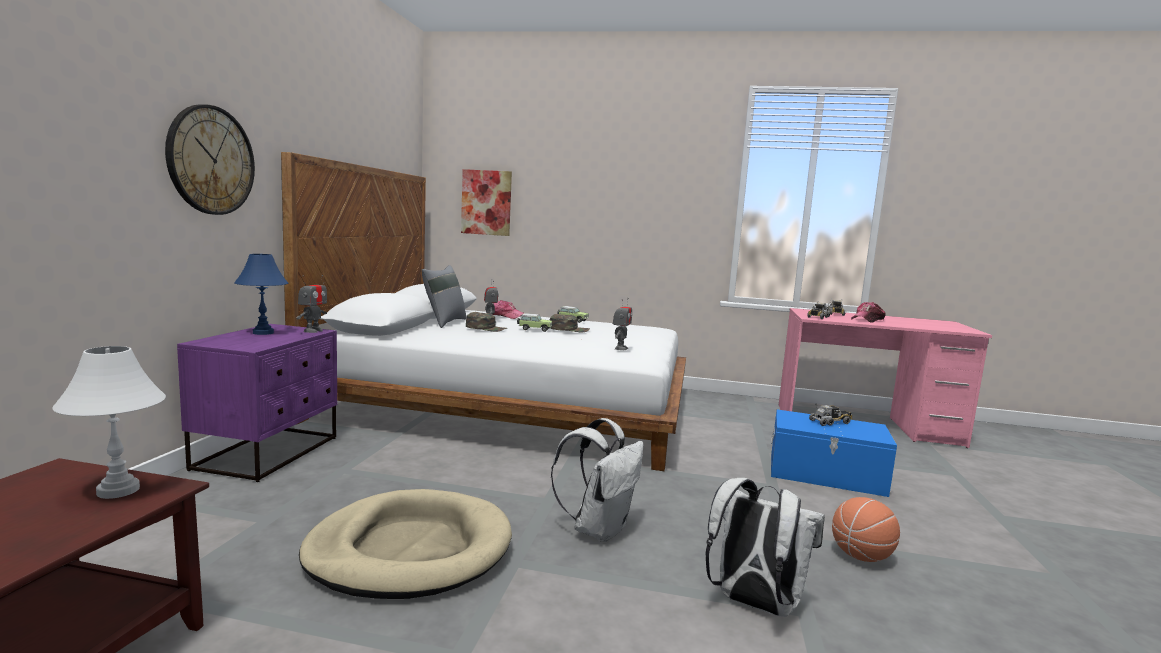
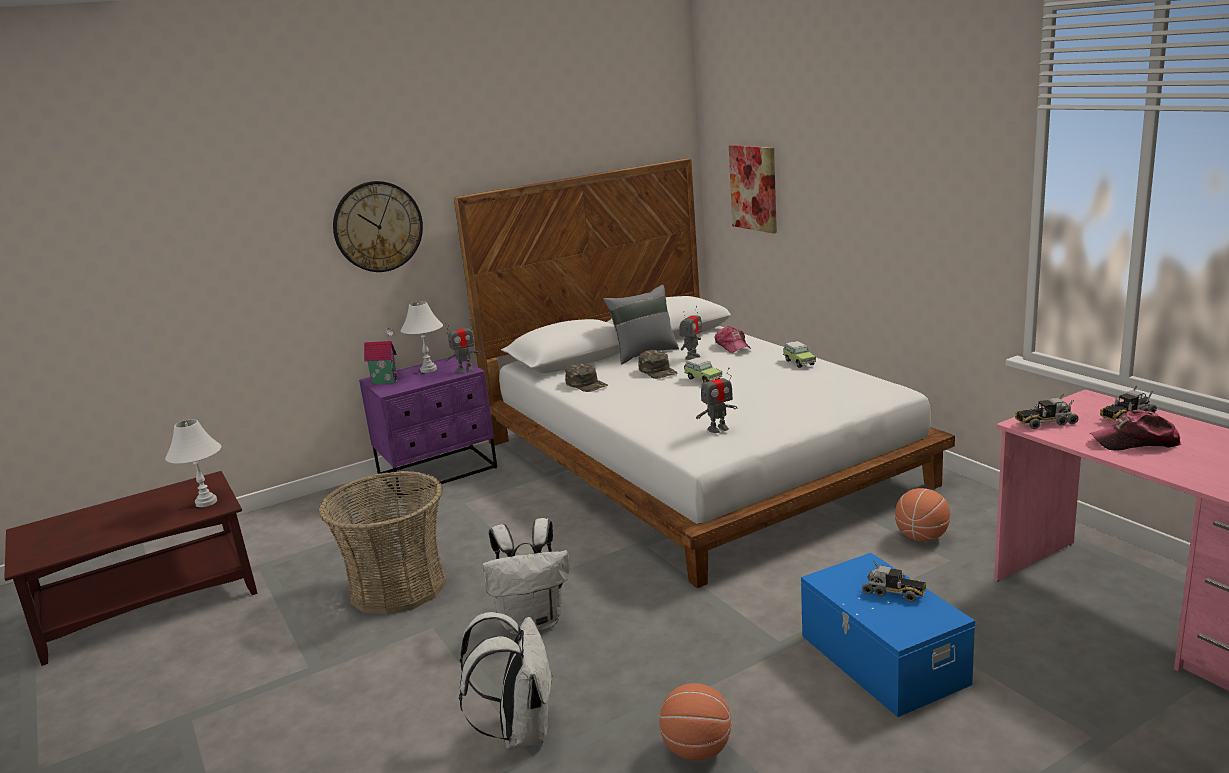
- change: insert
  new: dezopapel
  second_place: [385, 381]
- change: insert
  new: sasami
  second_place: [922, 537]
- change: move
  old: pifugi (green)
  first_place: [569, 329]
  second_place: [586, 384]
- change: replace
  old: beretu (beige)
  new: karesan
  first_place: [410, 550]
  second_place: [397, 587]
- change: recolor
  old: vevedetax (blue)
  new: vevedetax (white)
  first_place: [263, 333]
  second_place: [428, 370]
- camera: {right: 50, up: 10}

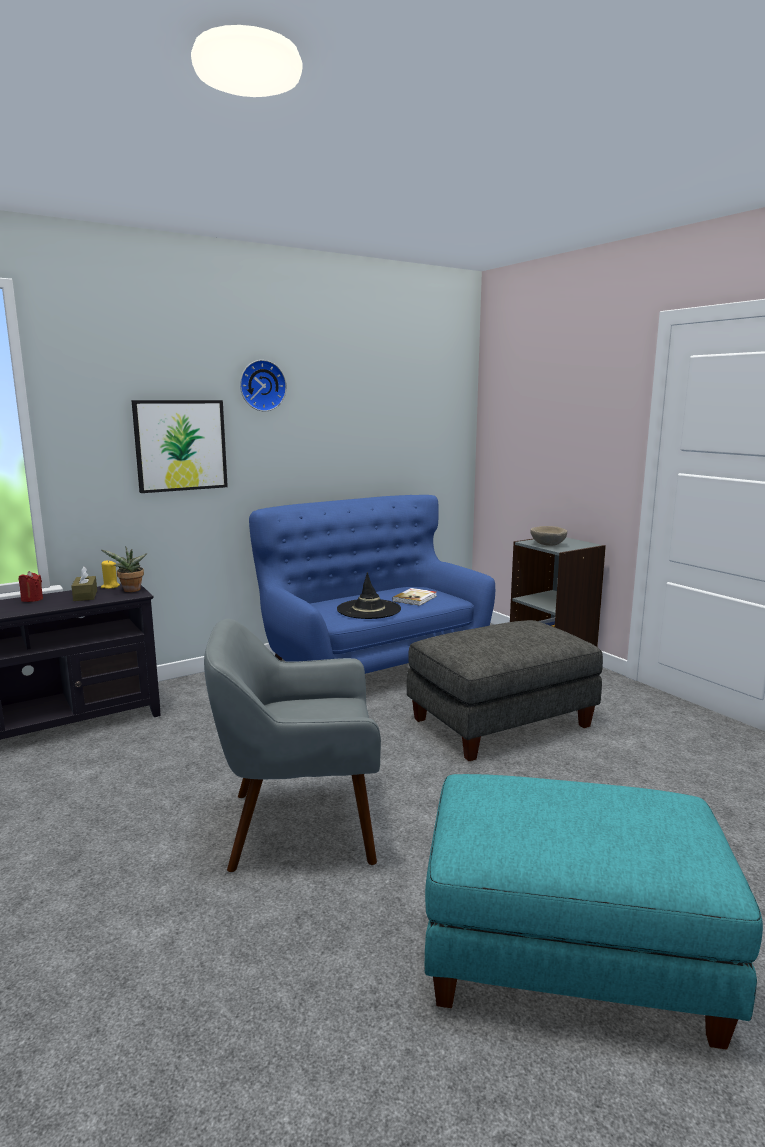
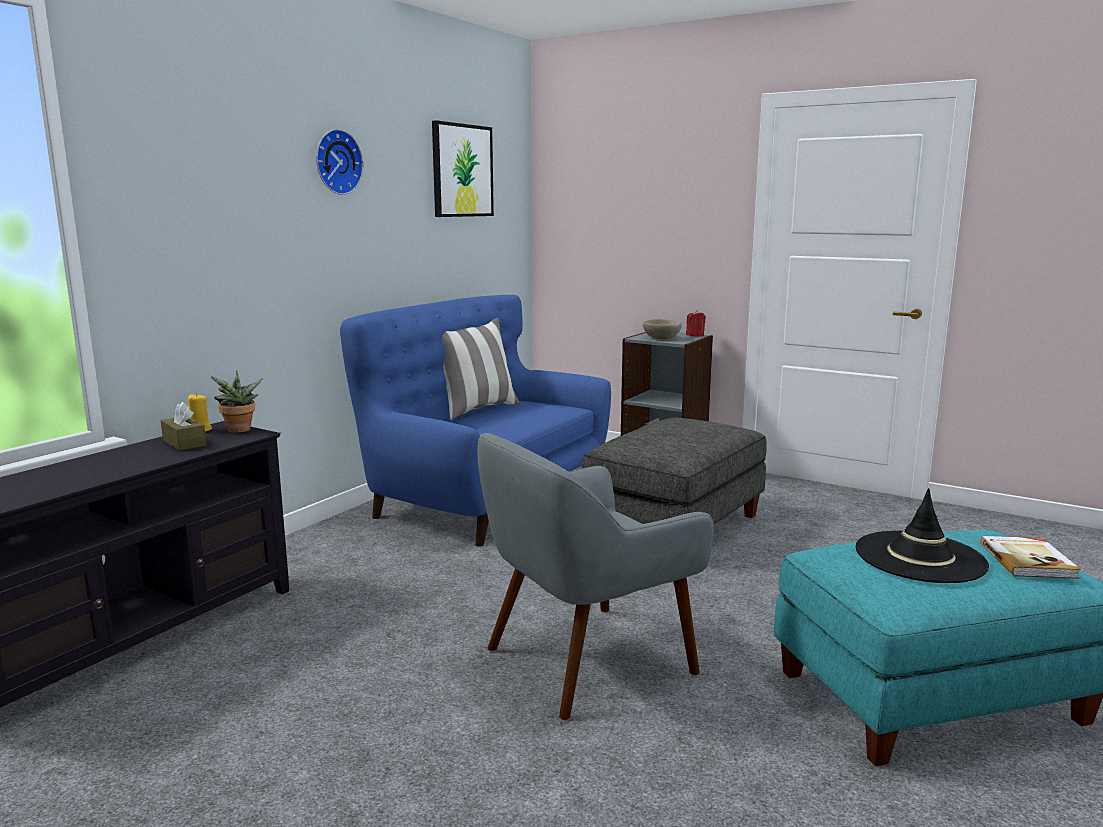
- change: insert
  new: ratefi
  second_place: [476, 409]
- change: move
  old: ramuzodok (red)
  first_place: [32, 599]
  second_place: [695, 335]
- change: move
  old: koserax
  first_place: [180, 445]
  second_place: [462, 171]
- change: move
  old: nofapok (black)
  first_place: [369, 609]
  second_place: [920, 557]
- change: move
  old: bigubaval
  first_place: [415, 598]
  second_place: [1028, 560]
- camera: {right: -25, up: 0}

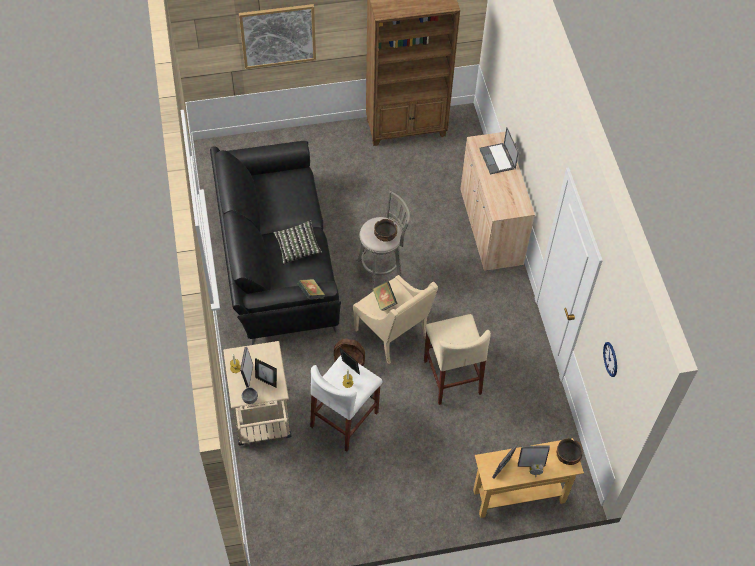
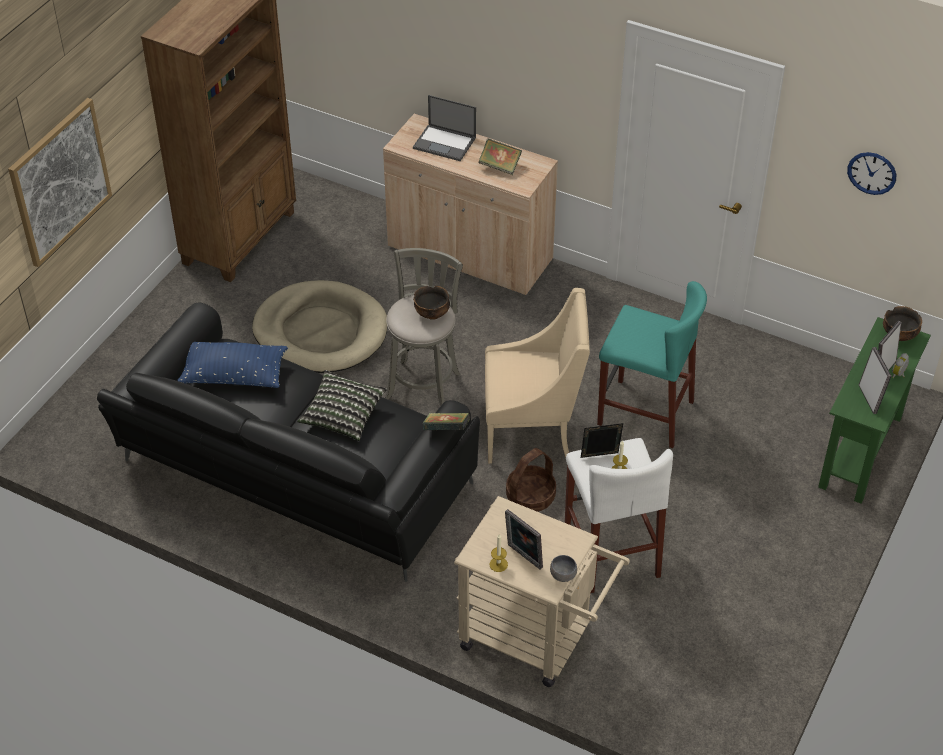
- change: delete
  old: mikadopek
  first_place: [266, 381]
- change: insert
  new: ratefi (blue)
  second_place: [234, 375]
- change: insert
  new: beretu (beige)
  second_place: [320, 332]
- change: move
  old: bigubaval
  first_place: [384, 300]
  second_place: [500, 166]
- change: recolor
  old: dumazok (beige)
  new: dumazok (turquoise)
  first_place: [452, 377]
  second_place: [645, 413]
- change: recolor
  old: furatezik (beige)
  new: furatezik (green)
  first_place: [519, 496]
  second_place: [860, 451]
- camera: {right: -50, up: -10}

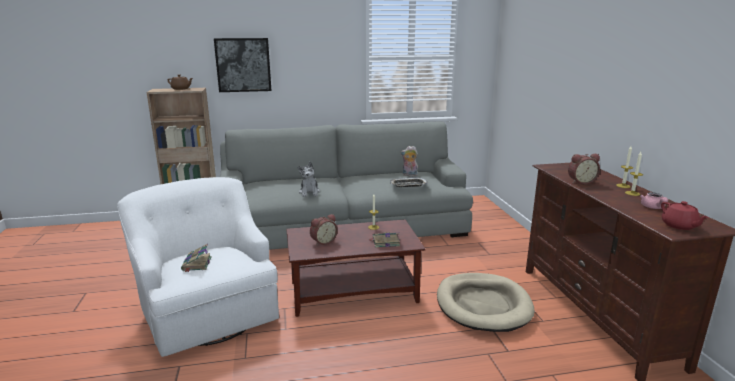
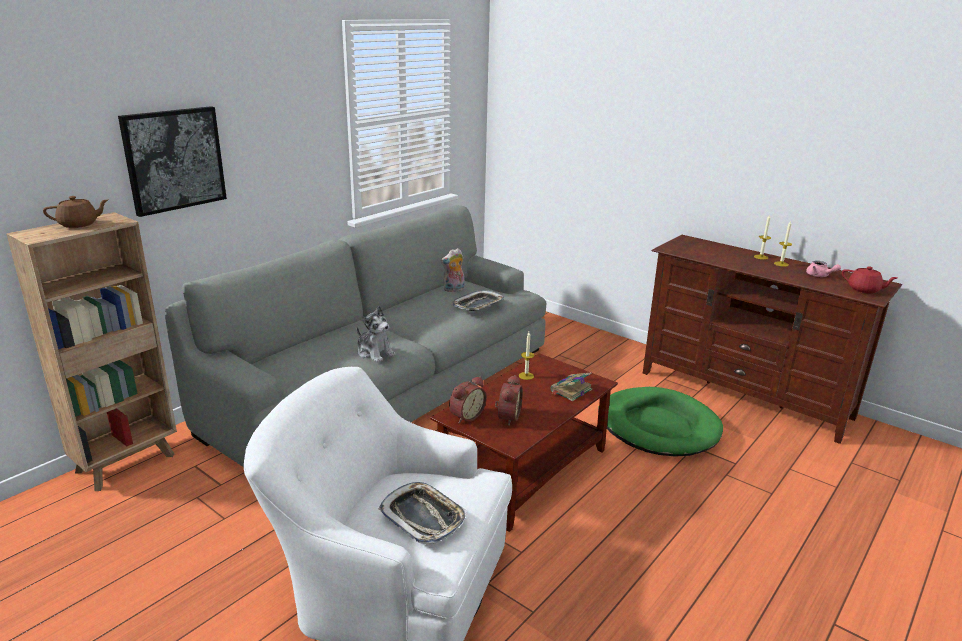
- change: move
  old: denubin
  first_place: [580, 181]
  second_place: [466, 416]
- change: replace
  old: bigubaval
  new: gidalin
  first_place: [196, 264]
  second_place: [423, 517]
- change: recolor
  old: beretu (beige)
  new: beretu (green)
  first_place: [483, 305]
  second_place: [658, 426]
- camera: {right: -40, up: 5}

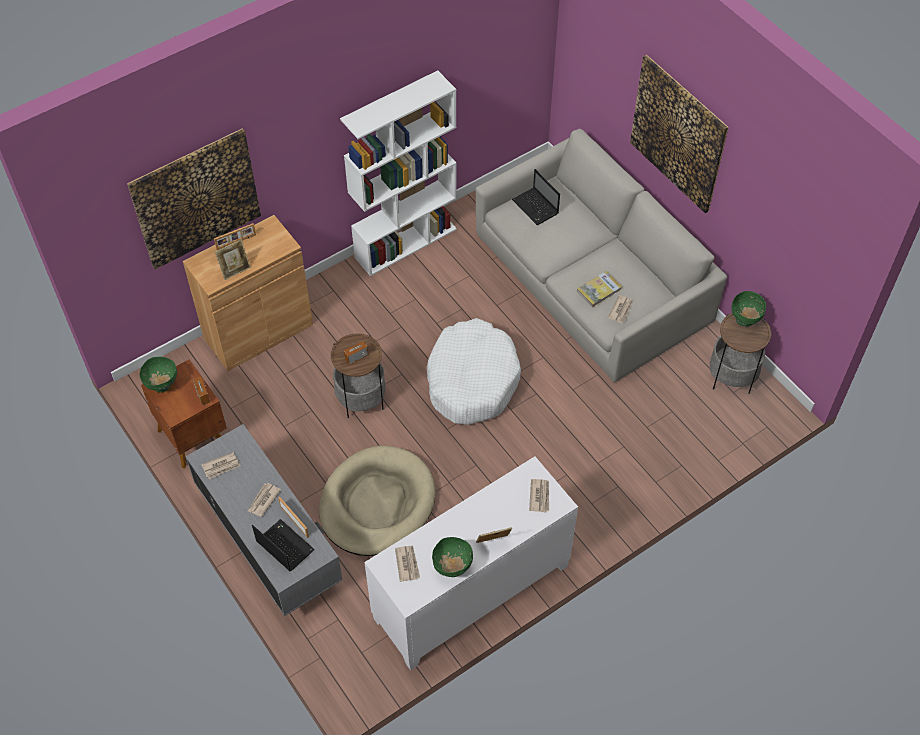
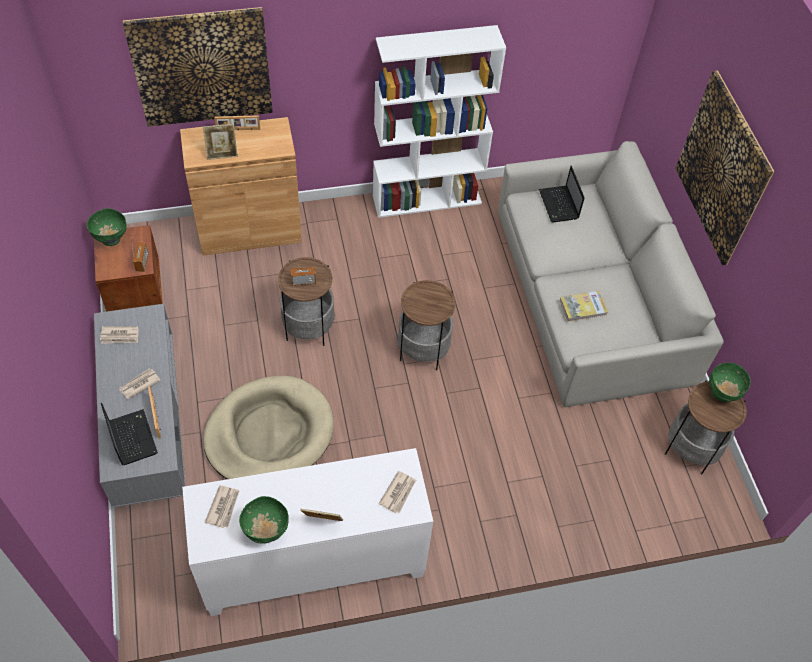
- change: delete
  old: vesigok
  first_place: [621, 310]
- change: replace
  old: beretu (white)
  new: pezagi
  first_place: [472, 380]
  second_place: [423, 350]
- camera: {right: 20, up: 0}

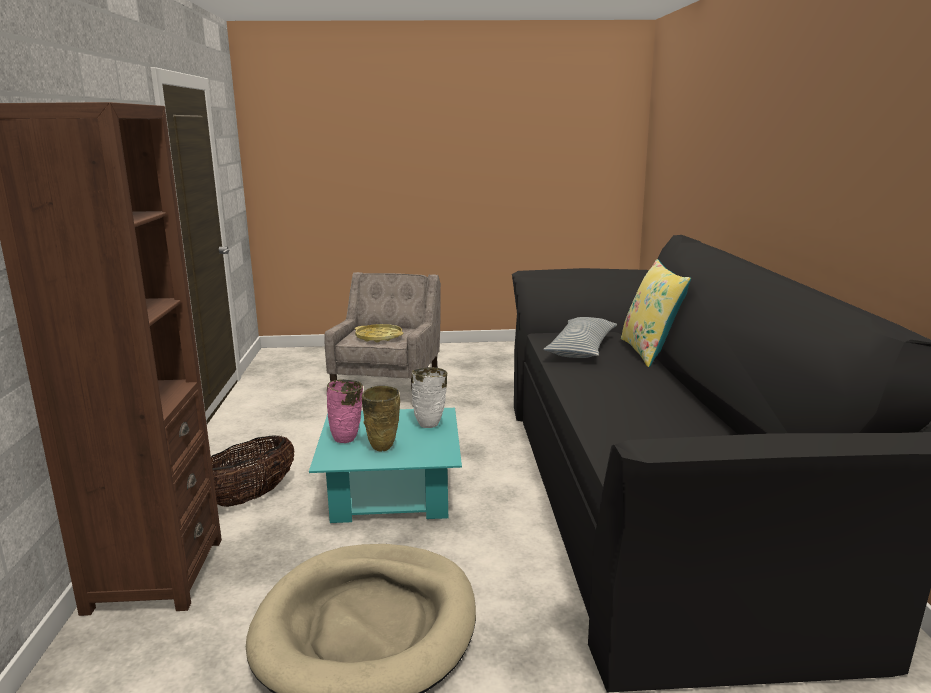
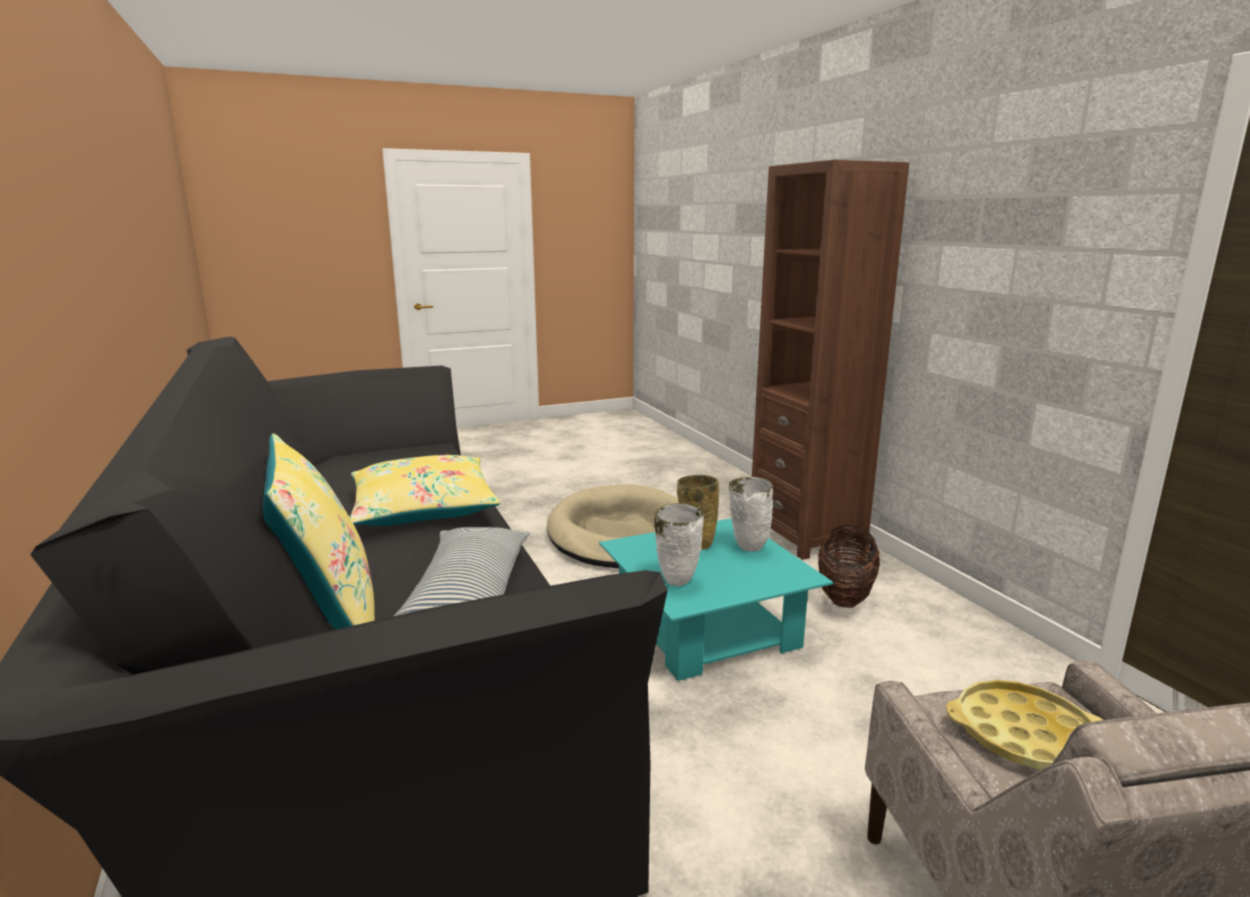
- change: insert
  new: ratefi (yellow)
  second_place: [423, 508]
- change: recolor
  old: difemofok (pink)
  new: difemofok (white)
  first_place: [347, 440]
  second_place: [747, 548]
- camera: {right: 160, up: 0}

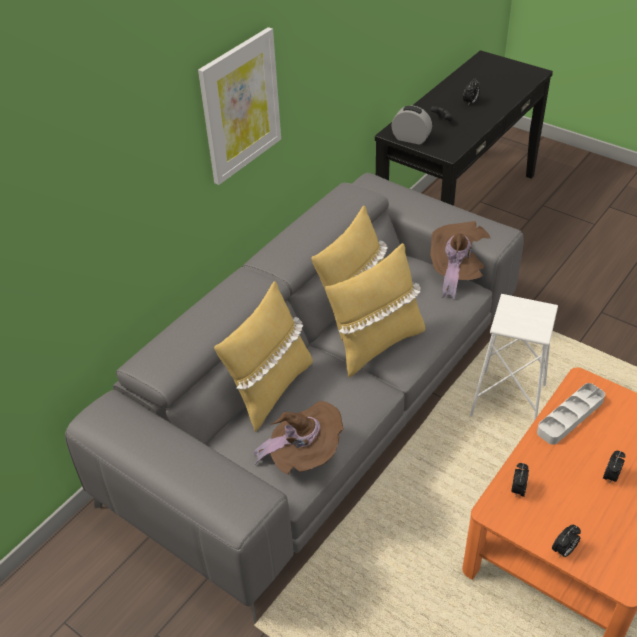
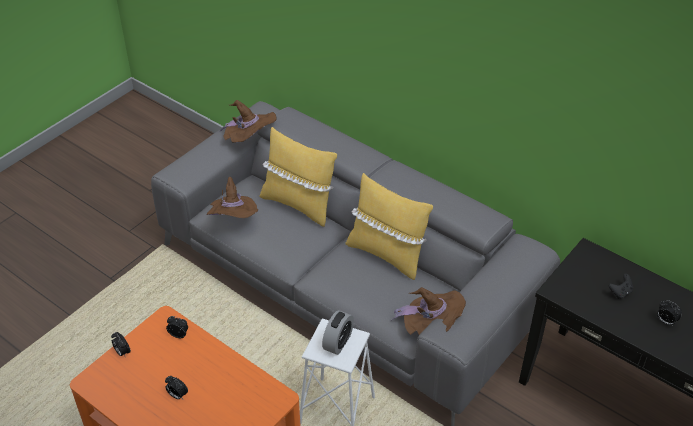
- change: delete
  old: koserax
  first_place: [240, 106]
- change: delete
  old: ratefi (yellow)
  first_place: [376, 344]
- change: delete
  old: gidalin (grey)
  first_place: [570, 416]
- change: insert
  new: nofapok (brown)
  second_place: [249, 140]
- change: move
  old: denubin
  first_place: [411, 139]
  second_place: [338, 342]
- camera: {right: 90, up: 0}

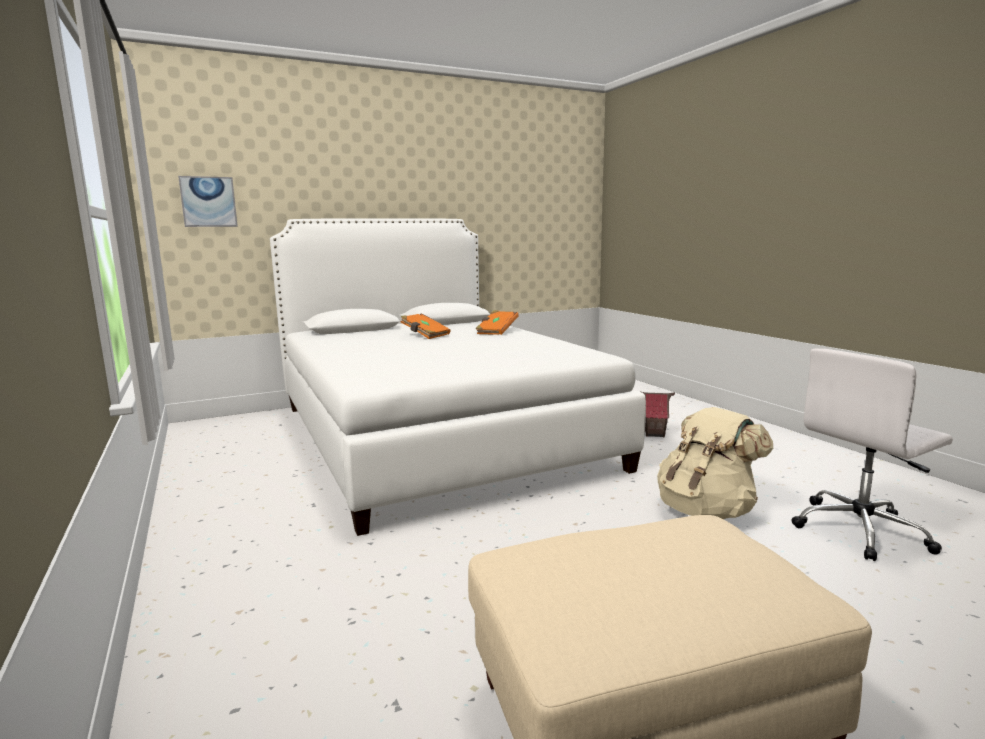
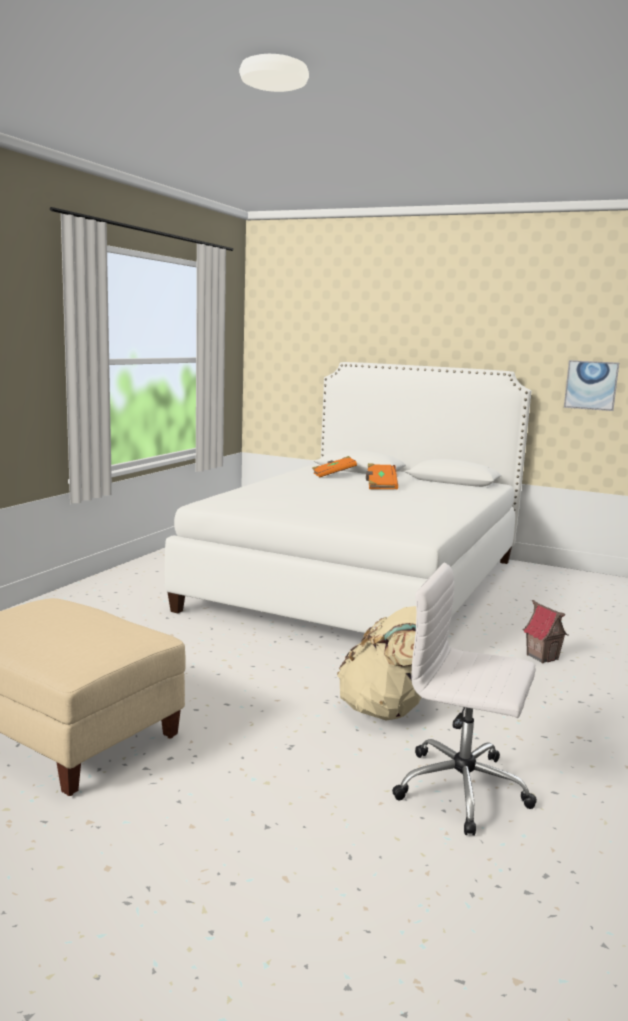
- change: move
  old: koserax
  first_place: [208, 202]
  second_place: [591, 385]
- change: move
  old: bigubaval (orange)
  first_place: [496, 332]
  second_place: [333, 475]
- camera: {right: 50, up: 0}

